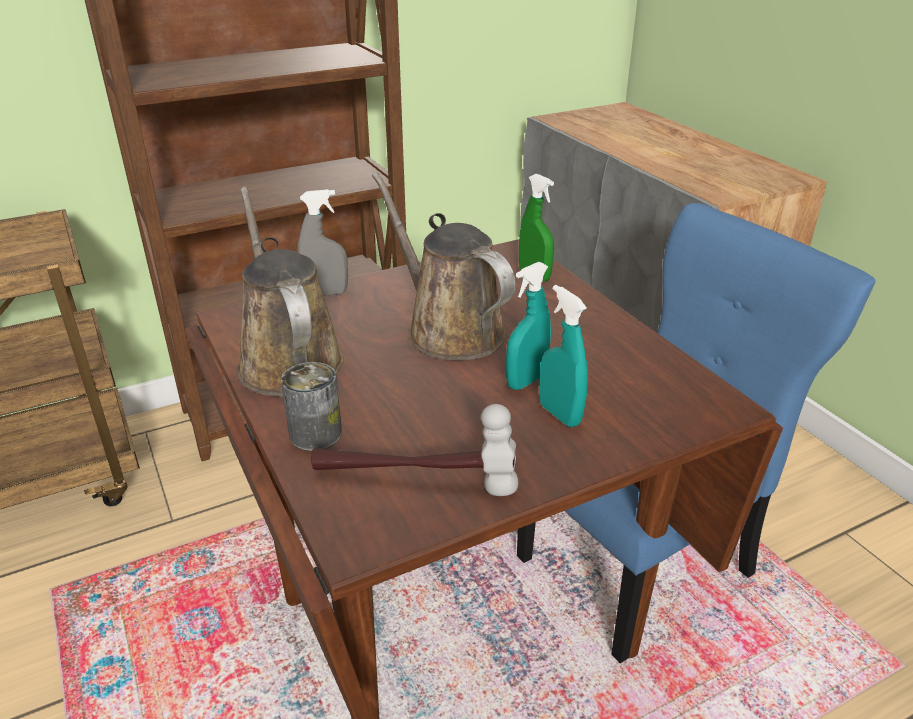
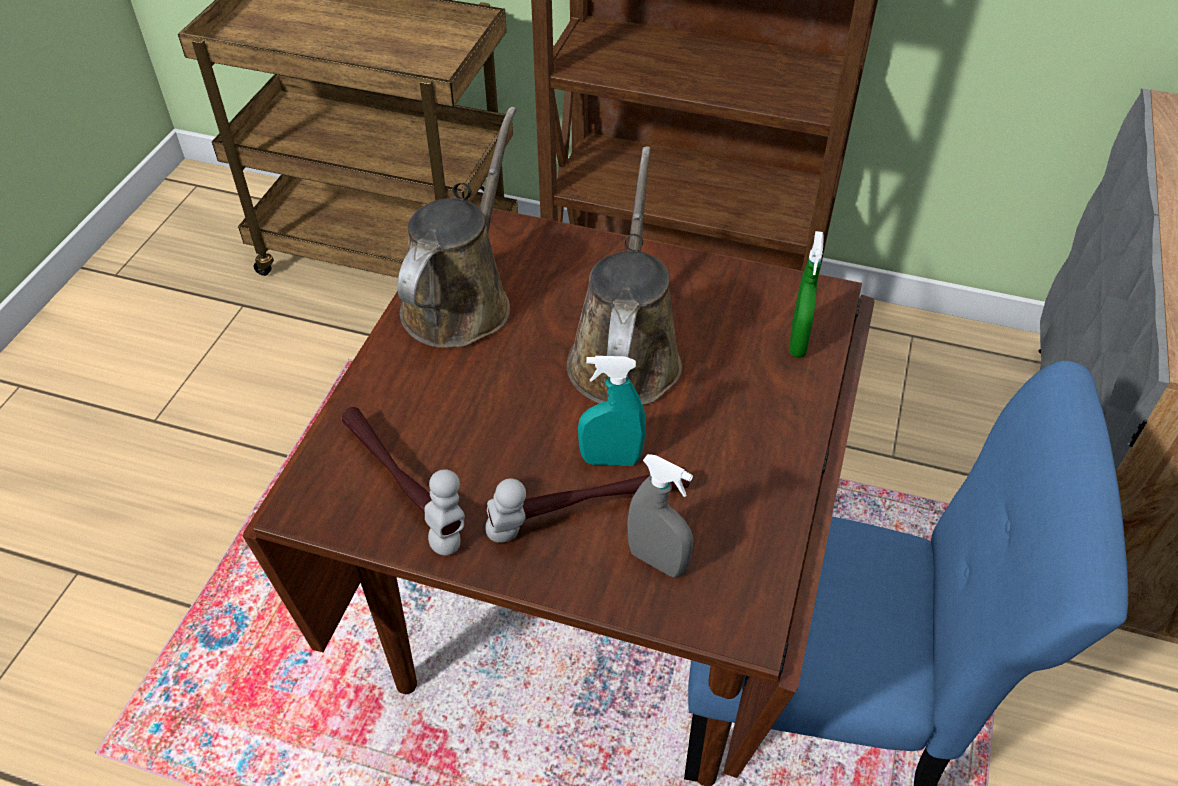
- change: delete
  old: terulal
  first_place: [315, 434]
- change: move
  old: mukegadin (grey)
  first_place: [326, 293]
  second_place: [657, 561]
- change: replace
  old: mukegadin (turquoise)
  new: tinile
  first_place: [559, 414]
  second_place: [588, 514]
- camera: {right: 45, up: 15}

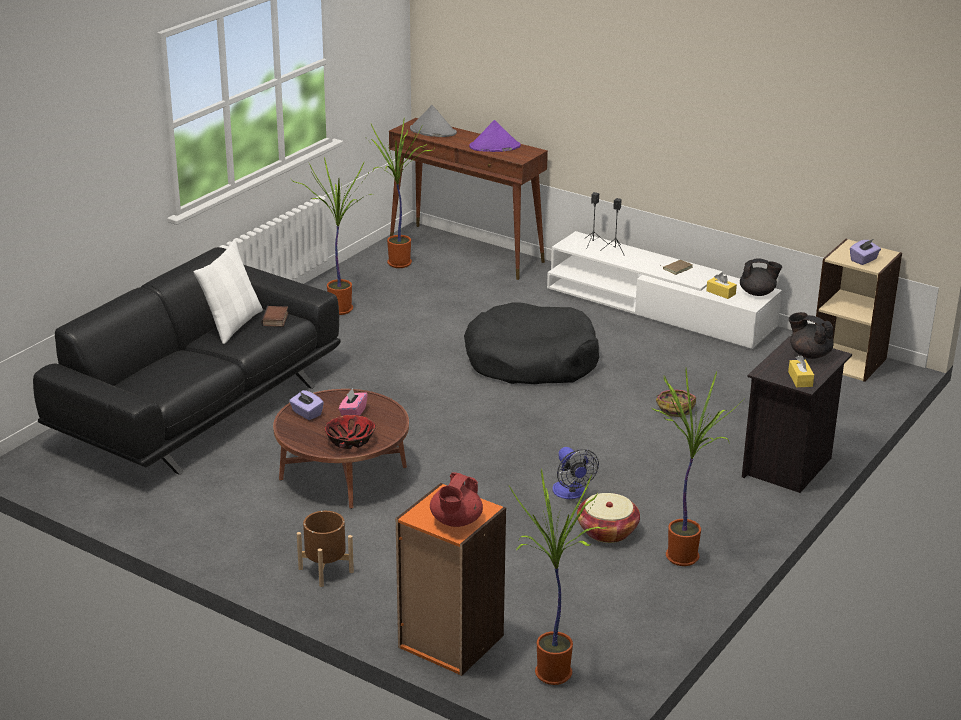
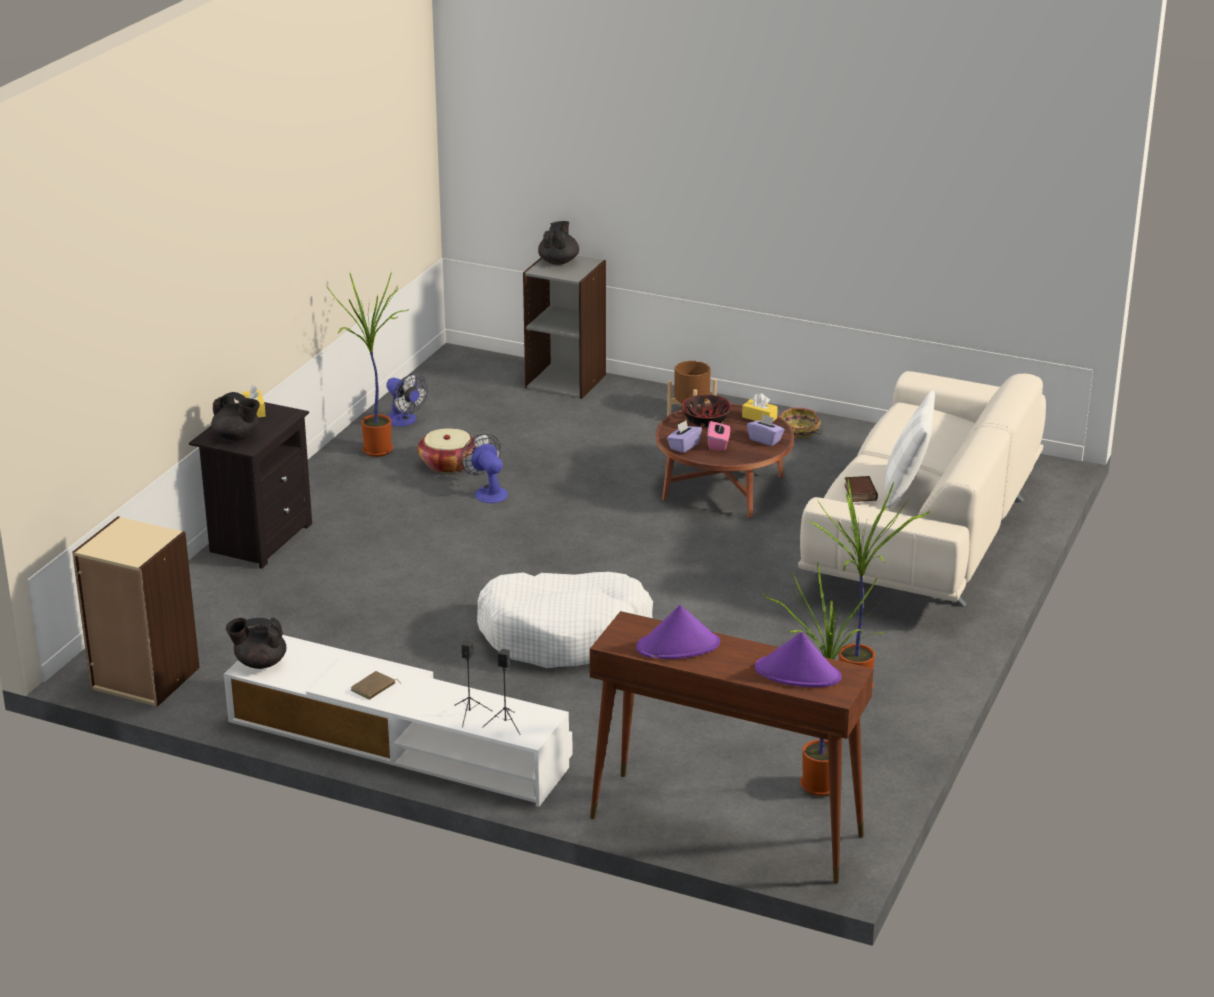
- change: delete
  old: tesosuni
  first_place: [553, 676]
- change: insert
  new: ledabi
  second_place: [404, 421]
- change: move
  old: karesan
  first_place: [675, 408]
  second_place: [799, 431]
- change: move
  old: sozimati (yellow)
  first_place: [721, 292]
  second_place: [759, 417]
- change: move
  old: sozimati (purple)
  first_place: [864, 260]
  second_place: [683, 446]
- change: recolor
  old: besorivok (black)
  new: besorivok (beige)
  first_place: [199, 408]
  second_place: [923, 537]
- change: recolor
  old: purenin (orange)
  new: purenin (grey)
  first_place: [450, 642]
  second_place: [566, 381]
- change: recolor
  old: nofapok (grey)
  new: nofapok (purple)
  first_place: [432, 131]
  second_place: [798, 673]
- change: recolor
  old: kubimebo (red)
  new: kubimebo (black)
  first_place: [455, 521]
  second_place: [558, 261]
- change: recolor
  old: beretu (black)
  new: beretu (white)
  first_place: [531, 361]
  second_place: [565, 635]
- camera: {right: 170, up: 0}

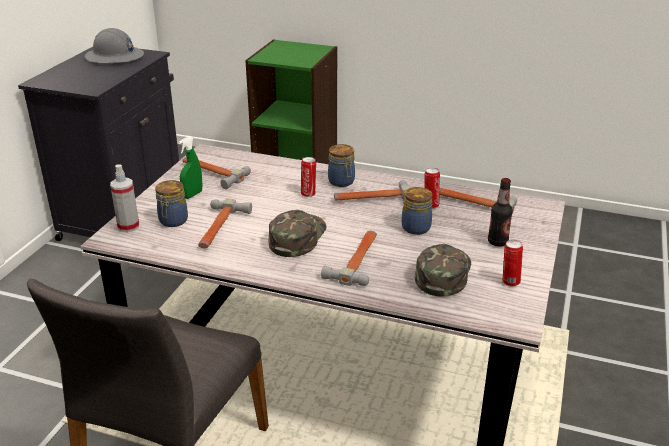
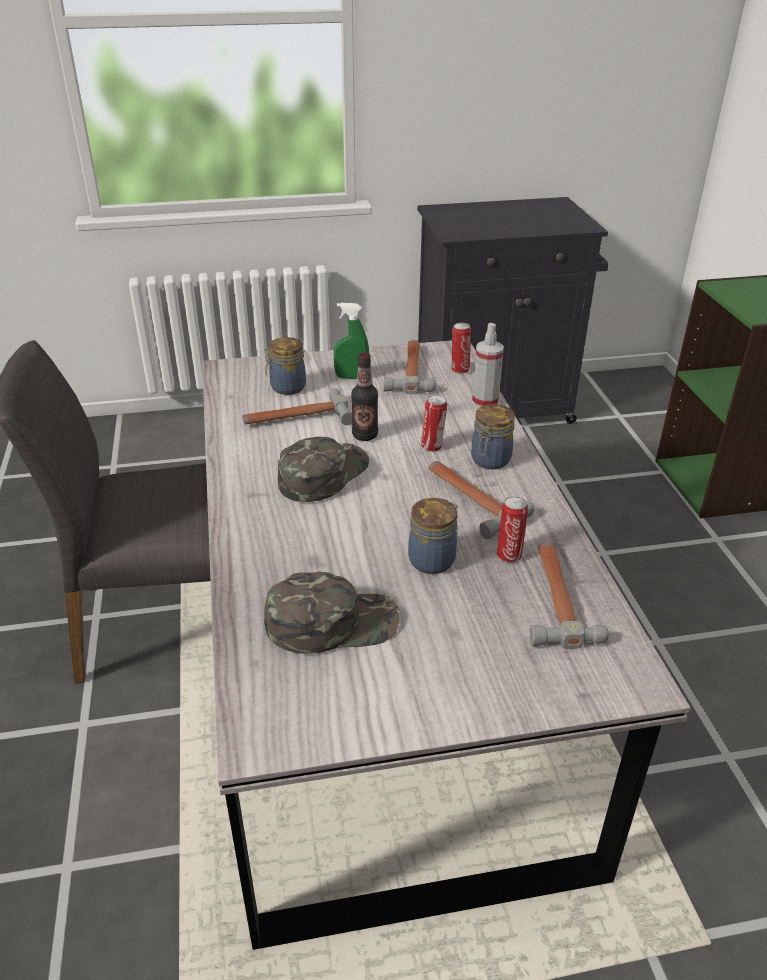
- change: delete
  old: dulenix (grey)
  first_place: [114, 57]
- change: delete
  old: tinile
  first_place: [357, 260]
- change: move
  old: mukegadin
  first_place: [128, 226]
  second_place: [485, 402]
- change: move
  old: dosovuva
  first_place: [497, 242]
  second_place: [365, 435]
- change: move
  old: terulal
  first_place: [509, 282]
  second_place: [459, 369]
- change: rotate
  old: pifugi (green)
  first_place: [297, 237]
  second_place: [322, 474]
  degrees: -45
- camera: {right: 60, up: 5}

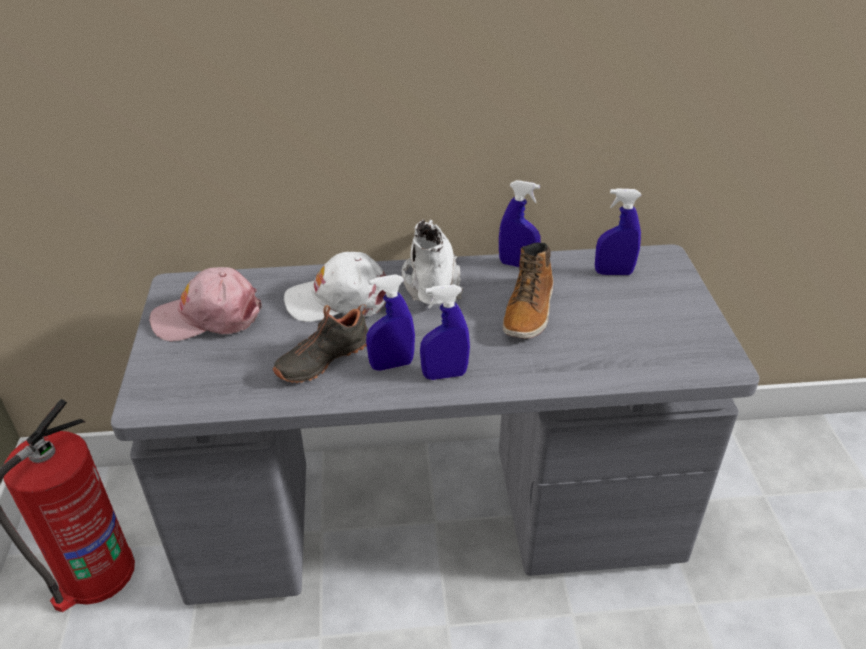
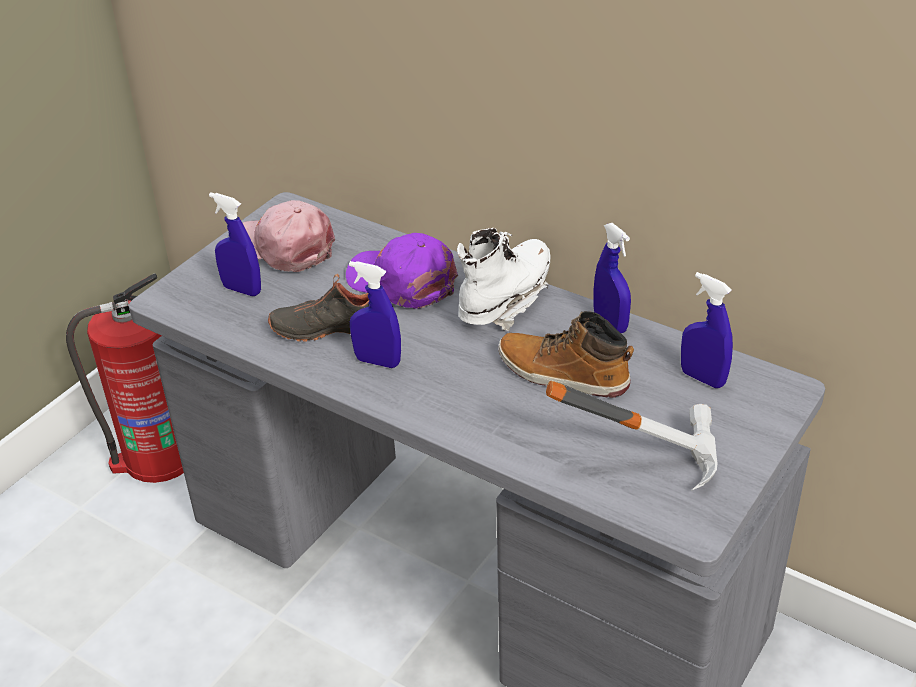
- change: insert
  new: tinile
  second_place: [638, 454]
- change: move
  old: mukegadin (blue)
  first_place: [444, 375]
  second_place: [242, 290]
- change: recolor
  old: pifugi (white)
  new: pifugi (purple)
  first_place: [339, 299]
  second_place: [403, 281]
- change: rotate
  old: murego
  first_place: [529, 311]
  second_place: [562, 374]
  degrees: 60
- camera: {right: 40, up: 0}

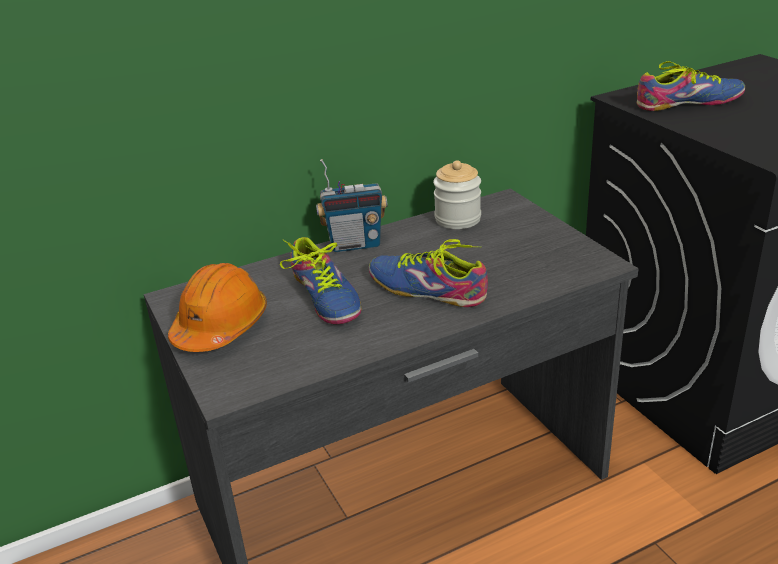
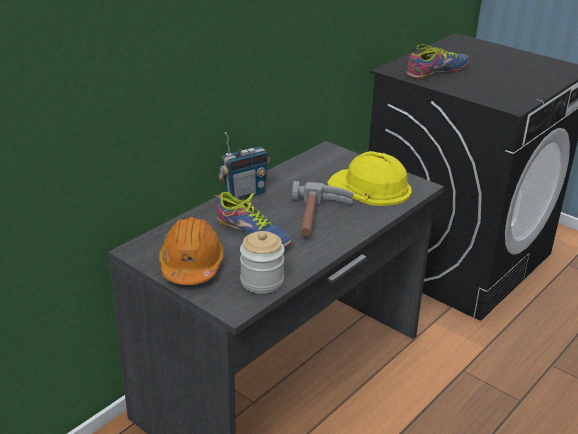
- change: insert
  new: dulenix (yellow)
  second_place: [370, 187]
- change: move
  old: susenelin
  first_place: [457, 219]
  second_place: [262, 281]
- change: replace
  old: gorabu
  new: tinile
  first_place: [427, 289]
  second_place: [320, 218]
- camera: {right: -25, up: 0}

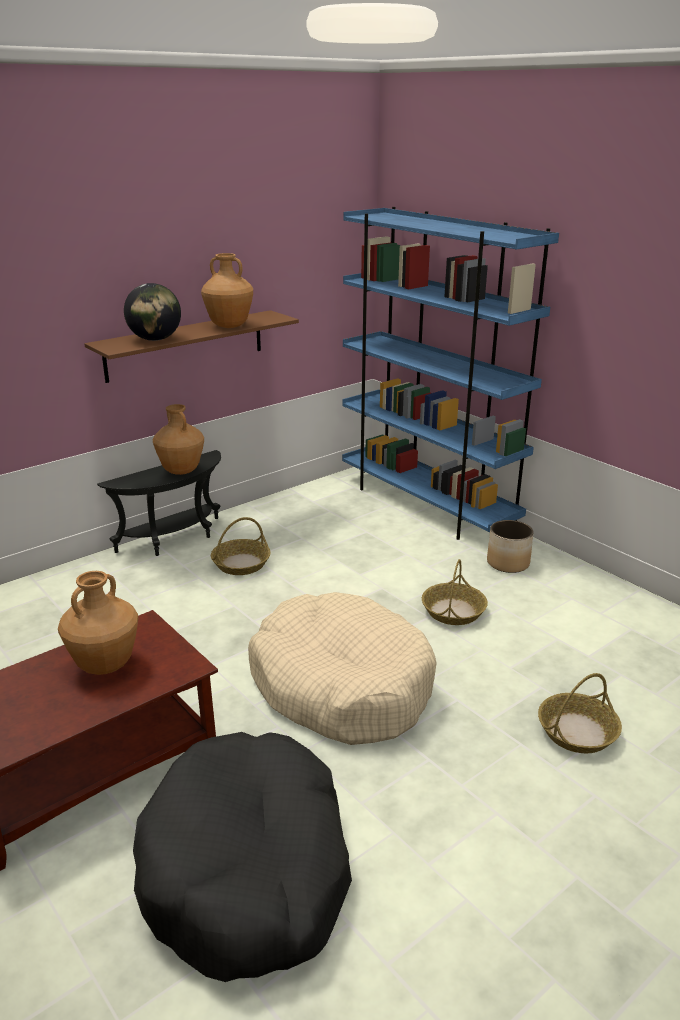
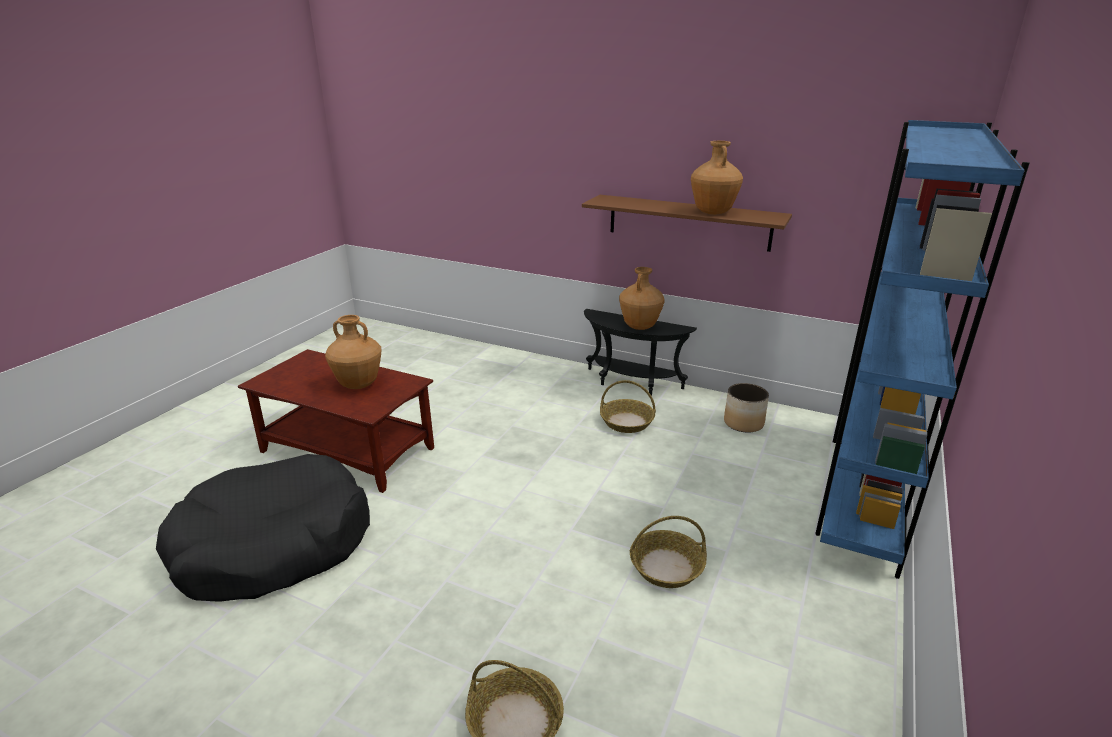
- change: delete
  old: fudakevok
  first_place: [155, 339]
- change: delete
  old: beretu (beige)
  first_place: [341, 685]
- change: move
  old: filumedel
  first_place: [508, 563]
  second_place: [743, 423]
- camera: {right: 65, up: 0}

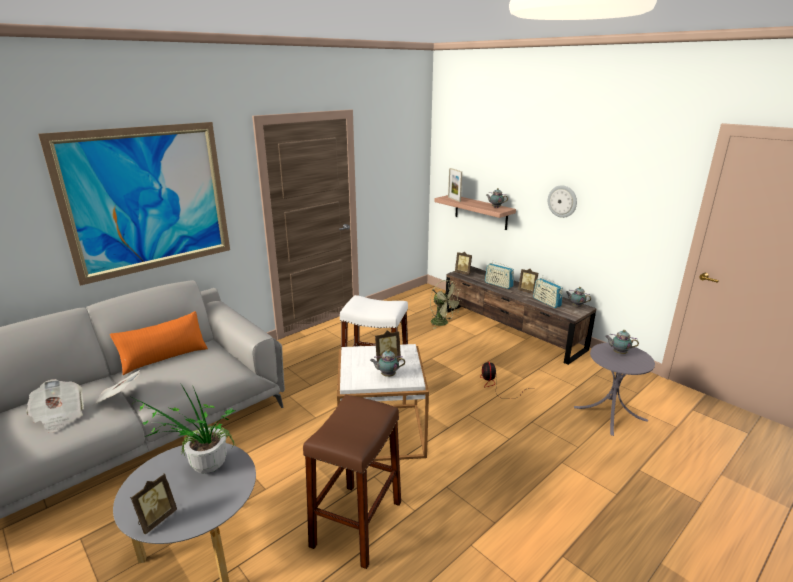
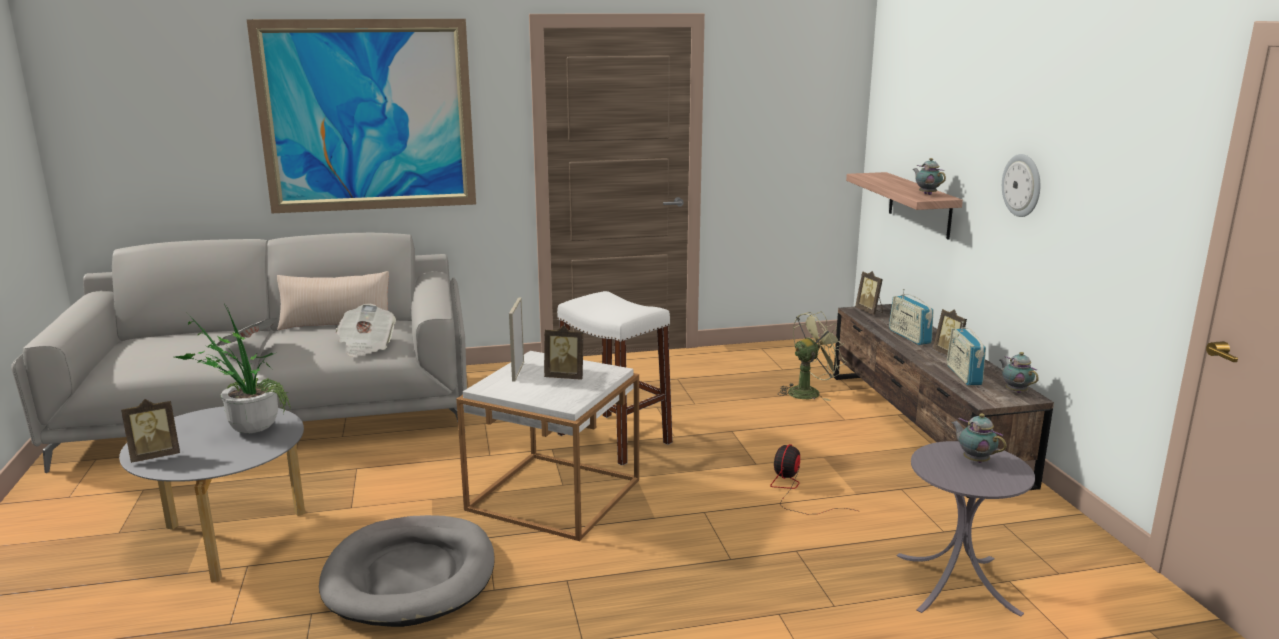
- change: delete
  old: kubimebo
  first_place: [387, 375]
- change: move
  old: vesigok
  first_place: [59, 416]
  second_place: [366, 346]
- change: move
  old: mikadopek
  first_place: [454, 199]
  second_place: [518, 371]
- change: replace
  old: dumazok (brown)
  new: beretu (grey)
  first_place: [357, 523]
  second_place: [410, 576]
- change: recolor
  old: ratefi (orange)
  new: ratefi (beige)
  first_place: [164, 357]
  second_place: [336, 323]
- change: rotate
  old: ledabi (green)
  first_place: [443, 323]
  second_place: [809, 392]
  degrees: -105
- camera: {right: 30, up: -5}

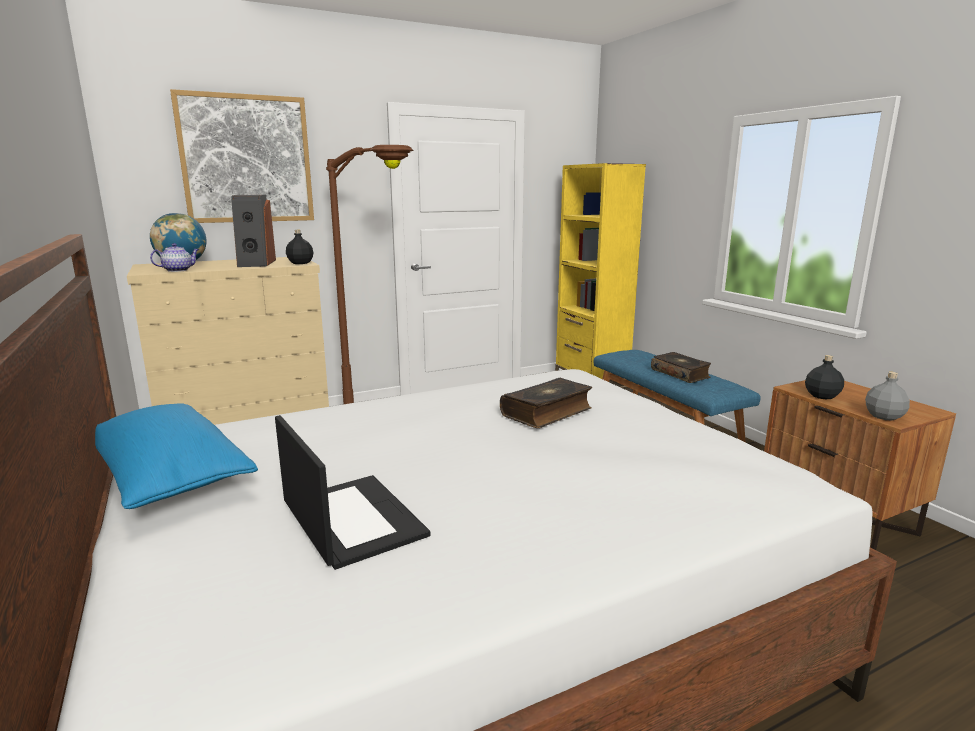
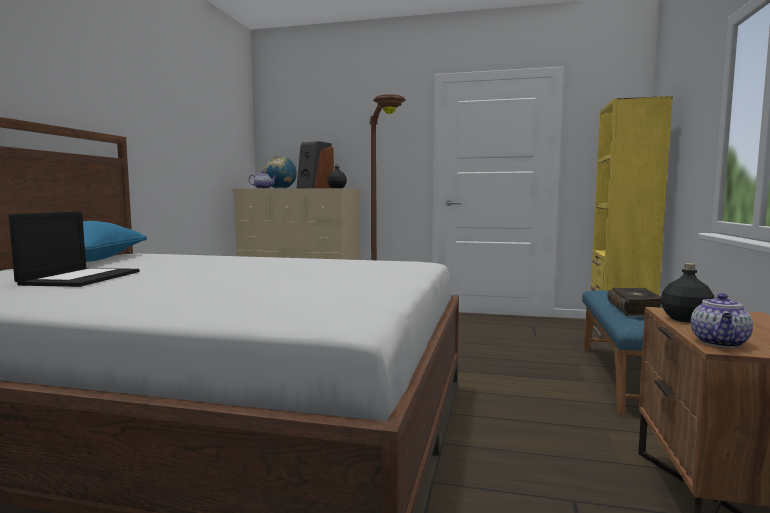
- change: delete
  old: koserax
  first_place: [246, 159]
- change: delete
  old: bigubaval
  first_place: [547, 412]
- change: replace
  old: dosovuva (grey)
  new: kubimebo
  first_place: [884, 416]
  second_place: [720, 343]
- camera: {right: 40, up: -10}

